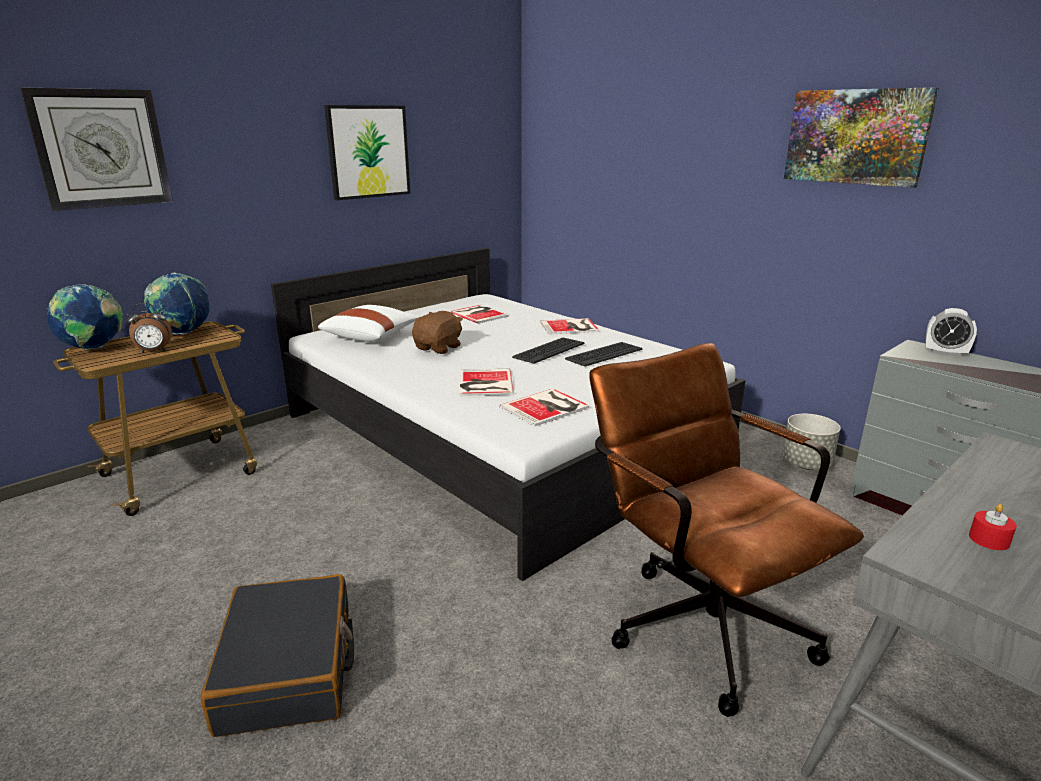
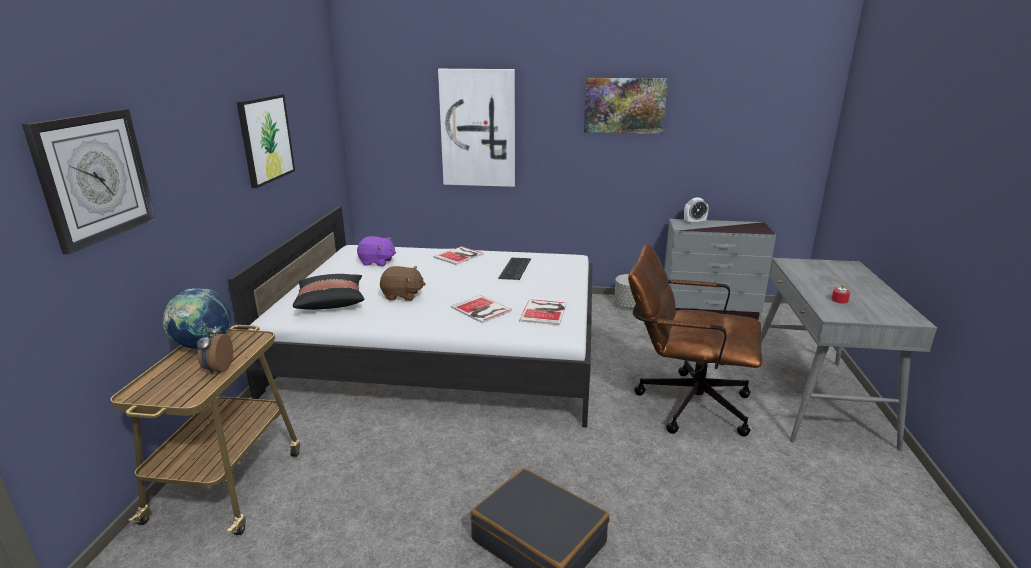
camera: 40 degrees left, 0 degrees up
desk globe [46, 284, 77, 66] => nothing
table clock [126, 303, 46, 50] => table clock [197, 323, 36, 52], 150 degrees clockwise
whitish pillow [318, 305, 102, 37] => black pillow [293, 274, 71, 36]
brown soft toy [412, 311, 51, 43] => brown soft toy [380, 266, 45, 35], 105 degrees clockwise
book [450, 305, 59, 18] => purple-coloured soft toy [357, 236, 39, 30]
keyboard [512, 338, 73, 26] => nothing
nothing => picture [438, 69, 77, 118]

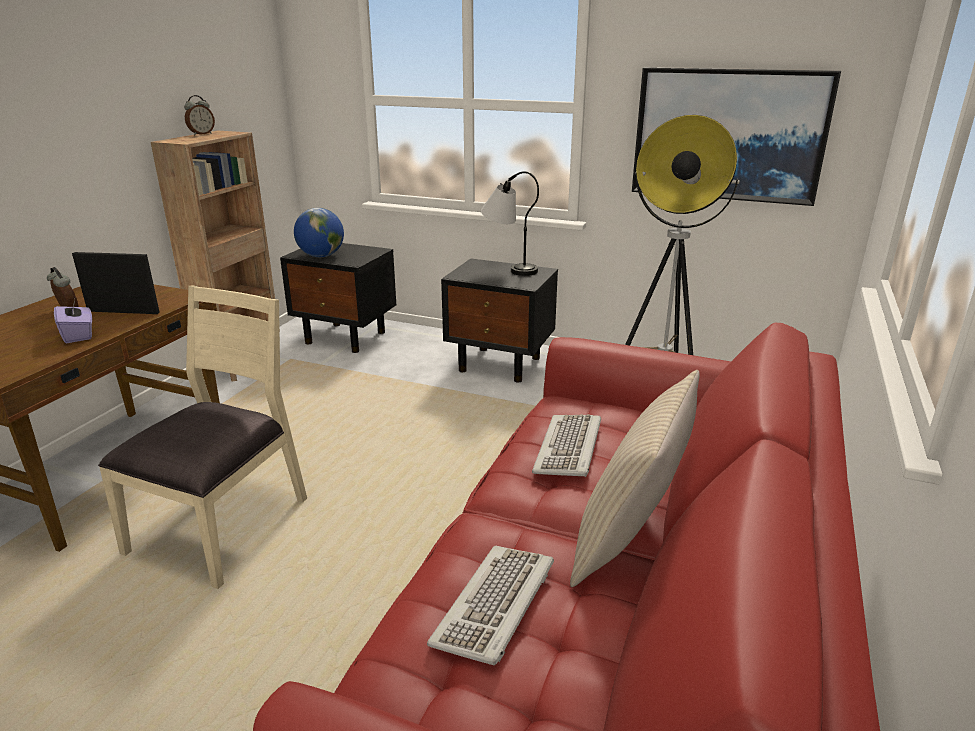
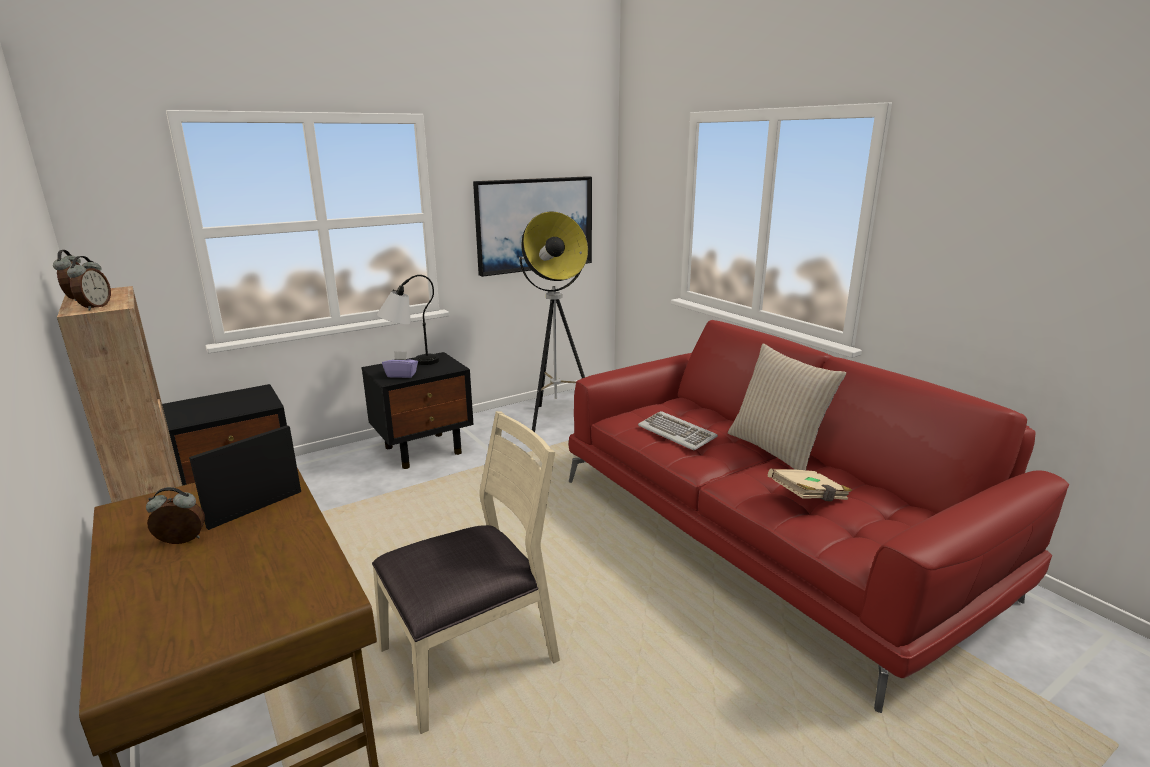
camera: 55 degrees left, 5 degrees down
purple-coloured tissue holder [54, 299, 38, 44] => purple-coloured tissue holder [382, 351, 36, 27], relocated
beige upright chair [98, 286, 209, 303] => beige upright chair [372, 411, 188, 323], 90 degrees clockwise
desk globe [294, 208, 50, 49] => nothing
keyboard [427, 546, 127, 120] => beige book [768, 468, 84, 33]
nothing => table clock [67, 256, 44, 55]

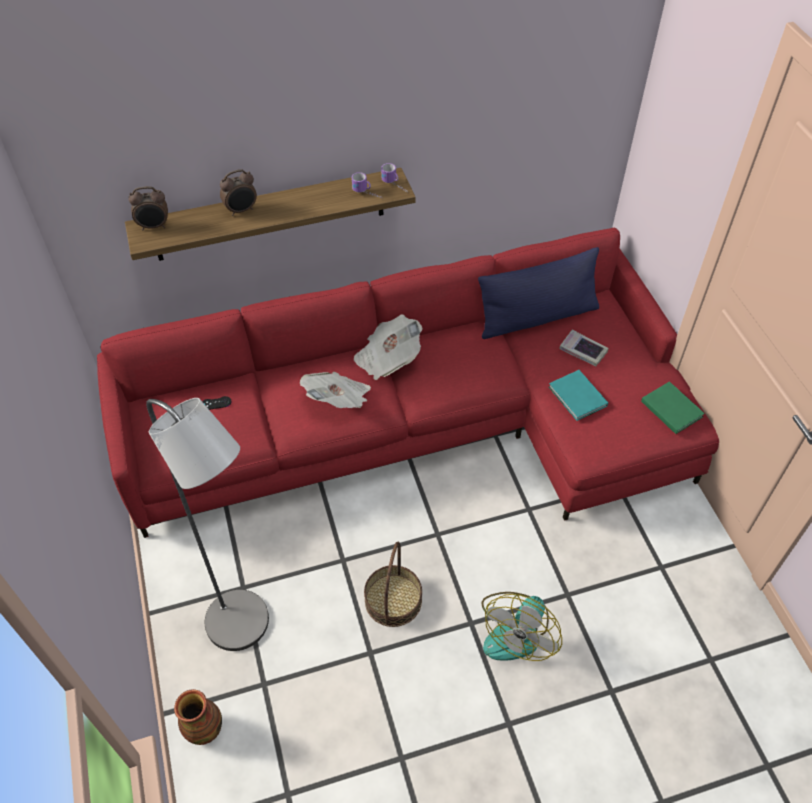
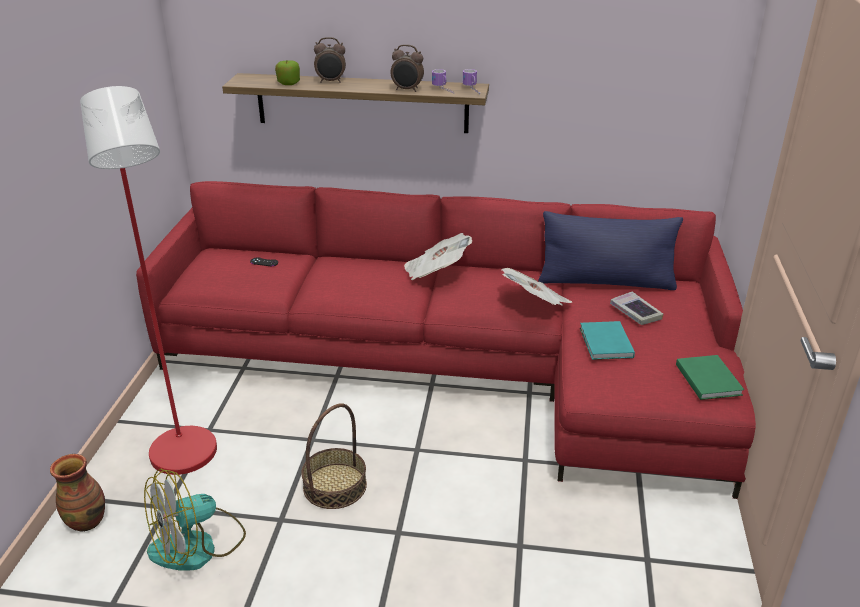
camera: 25 degrees right, 20 degrees down
table clock [129, 186, 39, 44] => table clock [391, 44, 33, 48], relocated
greyish standing lamp [146, 398, 123, 253] => reddish standing lamp [80, 86, 137, 389]
daily paper [300, 372, 71, 36] => daily paper [501, 268, 71, 38], relocated
electric fan [482, 592, 80, 69] => electric fan [144, 469, 102, 102], relocated
nothing => apple fruit [275, 60, 25, 25]

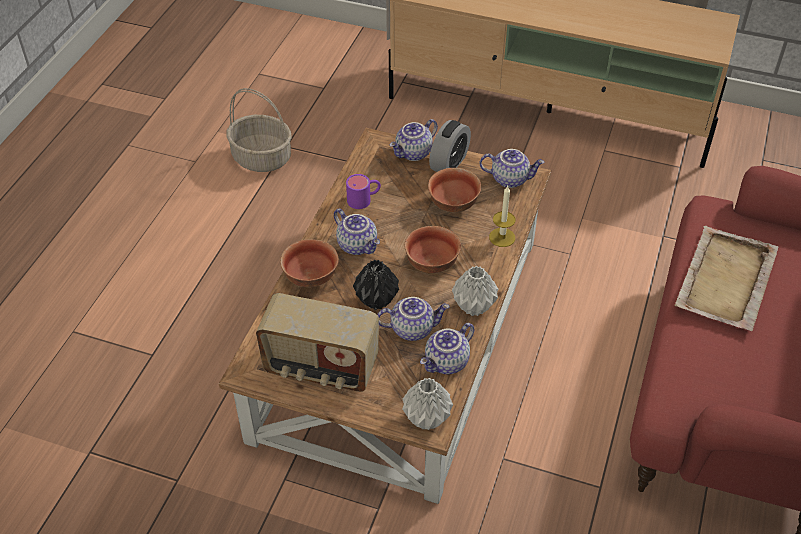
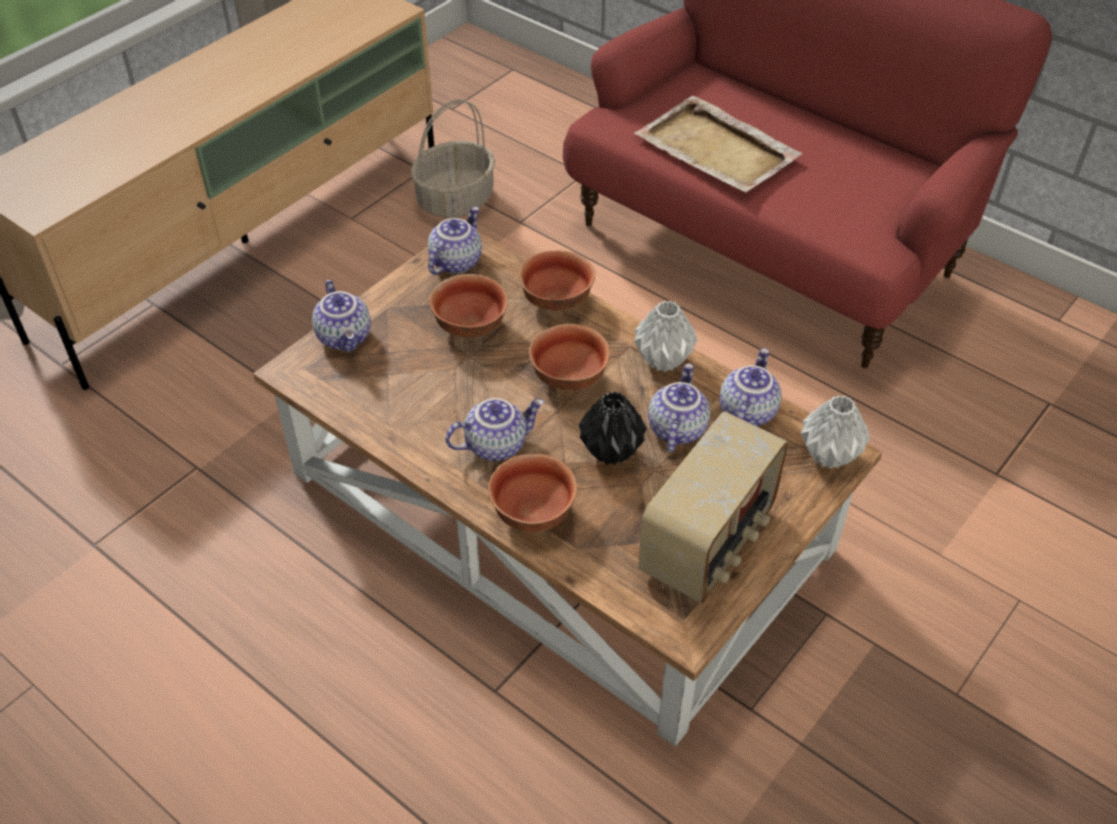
camera: 70 degrees left, 0 degrees up
household basket [226, 88, 65, 84] => household basket [410, 99, 85, 119], relocated
purple-coloured mug [346, 174, 35, 35] => nothing
tea pot [420, 323, 54, 51] => tea pot [720, 348, 61, 78], 135 degrees counterclockwise
table clock [429, 120, 42, 52] => nothing
wax light [489, 186, 26, 61] => deep dish [519, 250, 76, 61]

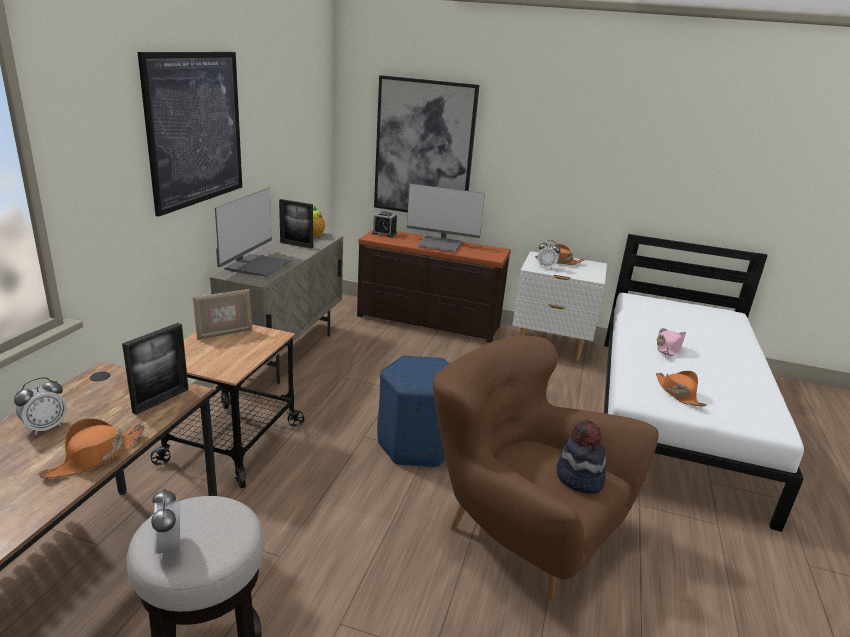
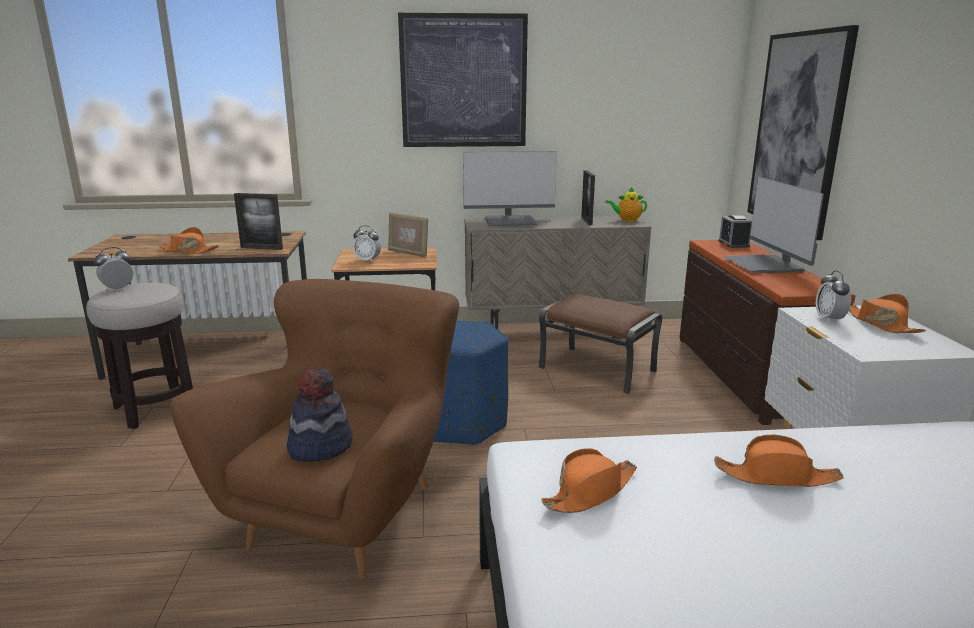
camera: 70 degrees right, 5 degrees down
table clock [14, 377, 53, 58] => table clock [353, 226, 28, 37], relocated
pink-coloured clothing hat [657, 328, 29, 28] => orange clothing hat [714, 435, 130, 52]
nothing => brown footrest [539, 294, 123, 100]

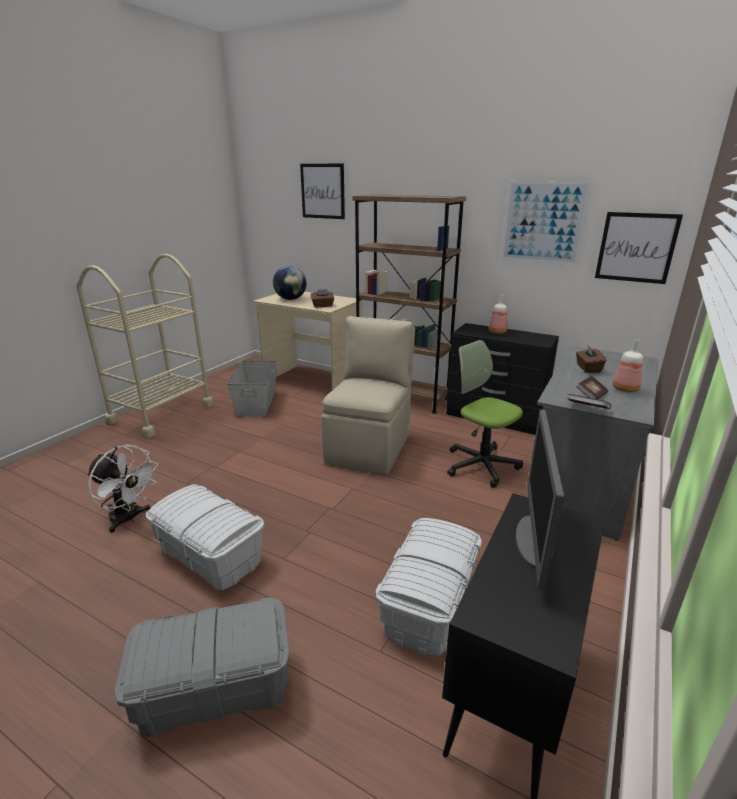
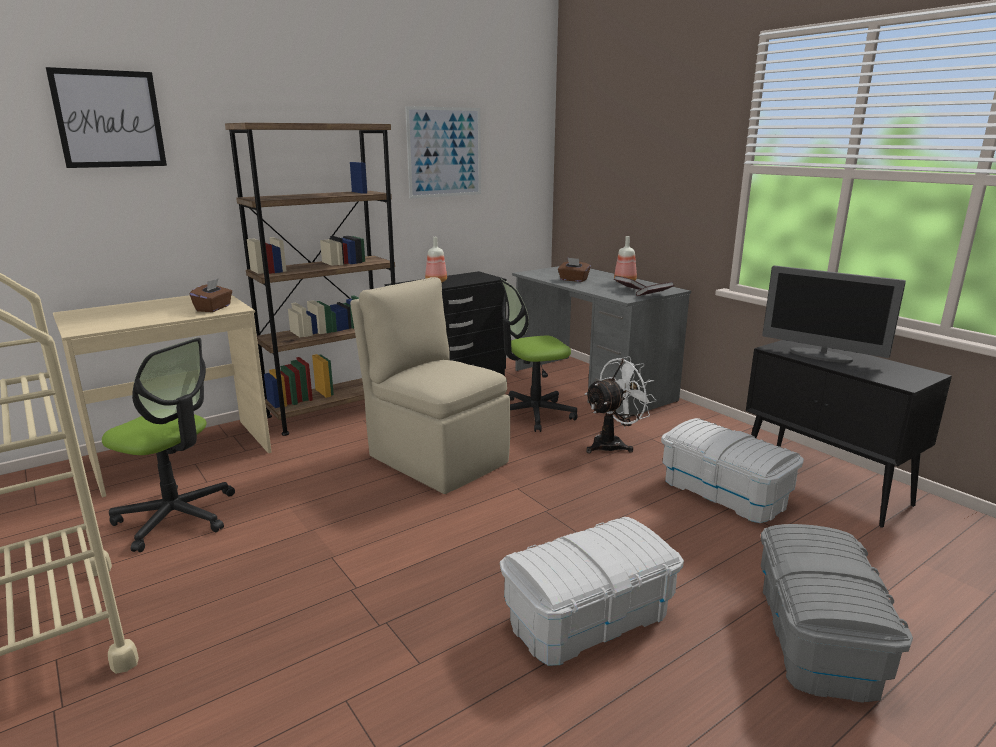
camera: 65 degrees left, 5 degrees down
whitish electric fan [87, 445, 71, 88] => whitish electric fan [584, 356, 73, 97], relocated
greyish storage container [227, 361, 50, 56] => desk chair [102, 338, 133, 214]
desk globe [273, 266, 33, 34] => nothing
picture [595, 212, 88, 72] => nothing

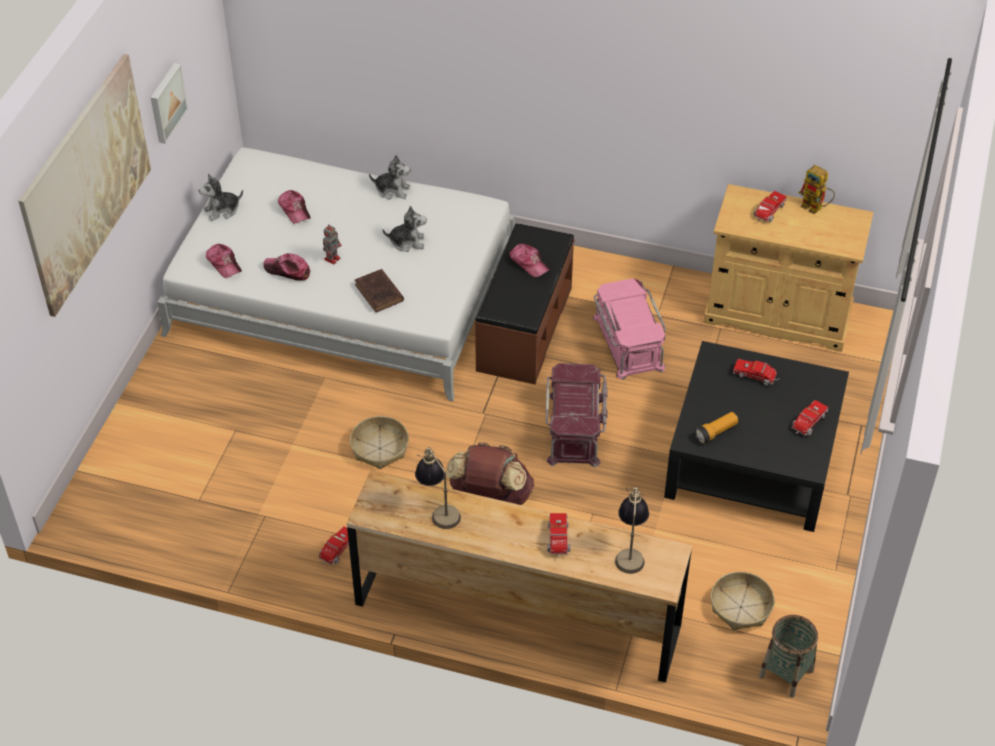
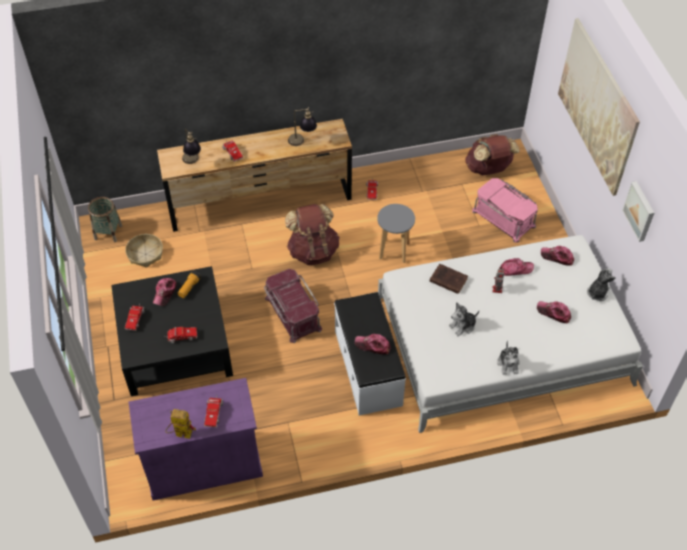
camera: 150 degrees right, 5 degrees up
household basket [350, 416, 59, 53] => greyish stool seat [377, 204, 38, 59]
soft toy [369, 155, 42, 45] => soft toy [497, 341, 23, 34], 75 degrees counterclockwise
brown indoor bench [475, 223, 100, 161] => whitish indoor bench [334, 292, 72, 123]
pink-coloured storage container [592, 278, 74, 102] => pink-coloured storage container [472, 178, 66, 65], relocated
beige cupboard [704, 184, 170, 168] => purple-coloured cupboard [129, 378, 134, 122]
nothing => peaked cap [153, 278, 23, 28]
nothing => brown backpack [465, 134, 55, 41]

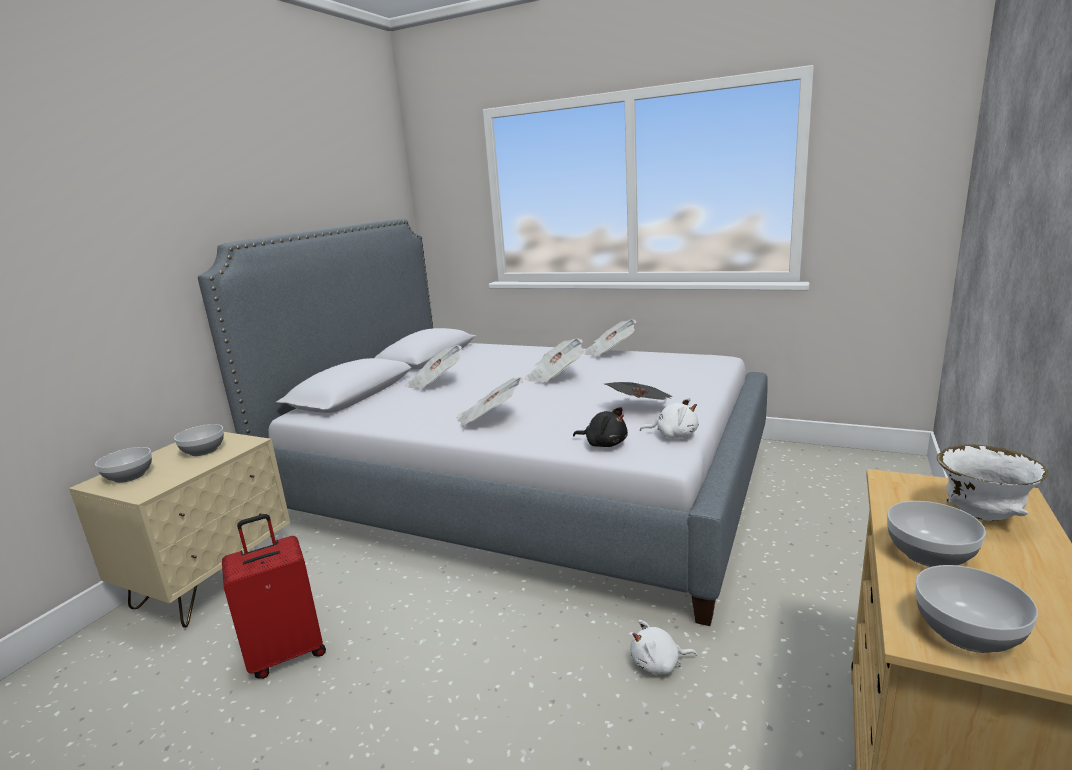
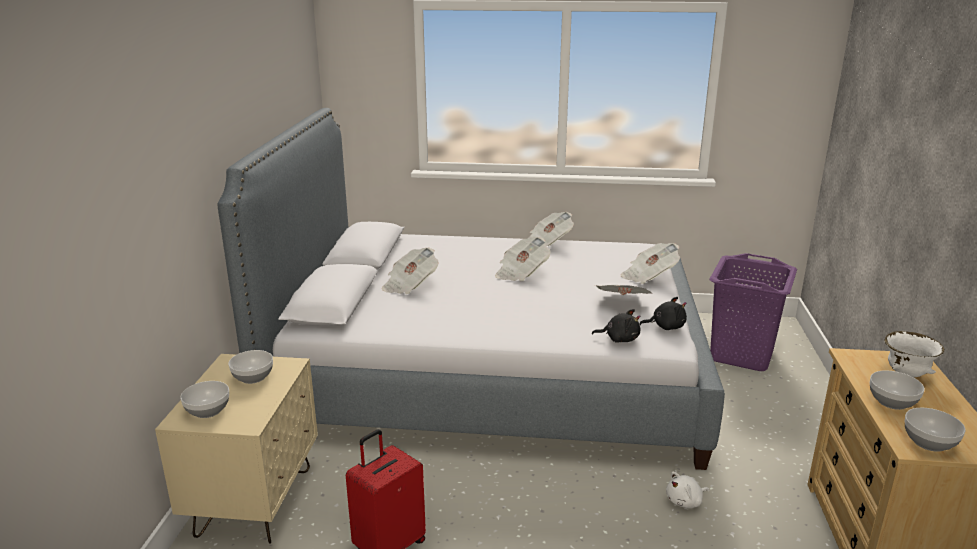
camera: 20 degrees left, 5 degrees up
daily paper [456, 377, 67, 50] => daily paper [621, 243, 59, 41], relocated
whitish soft toy [640, 398, 59, 40] => black soft toy [639, 297, 48, 33]
nothing => purple-coloured washing basket [709, 253, 88, 118]

